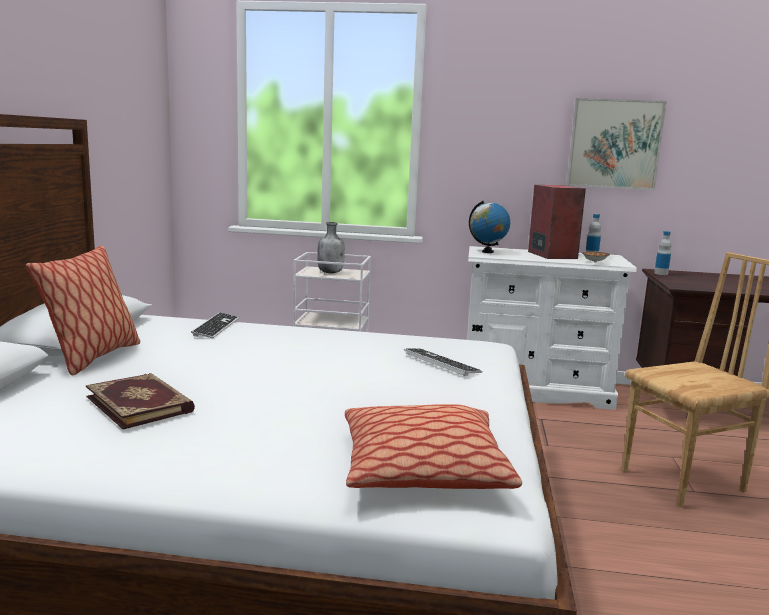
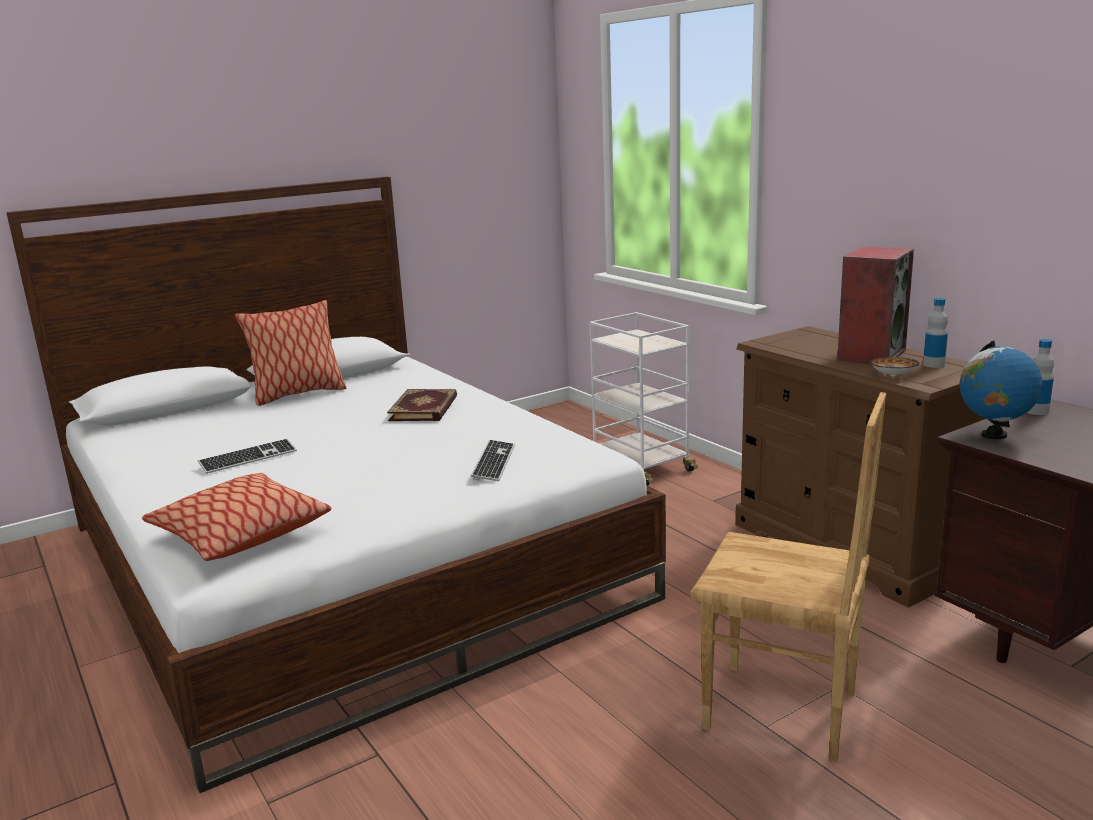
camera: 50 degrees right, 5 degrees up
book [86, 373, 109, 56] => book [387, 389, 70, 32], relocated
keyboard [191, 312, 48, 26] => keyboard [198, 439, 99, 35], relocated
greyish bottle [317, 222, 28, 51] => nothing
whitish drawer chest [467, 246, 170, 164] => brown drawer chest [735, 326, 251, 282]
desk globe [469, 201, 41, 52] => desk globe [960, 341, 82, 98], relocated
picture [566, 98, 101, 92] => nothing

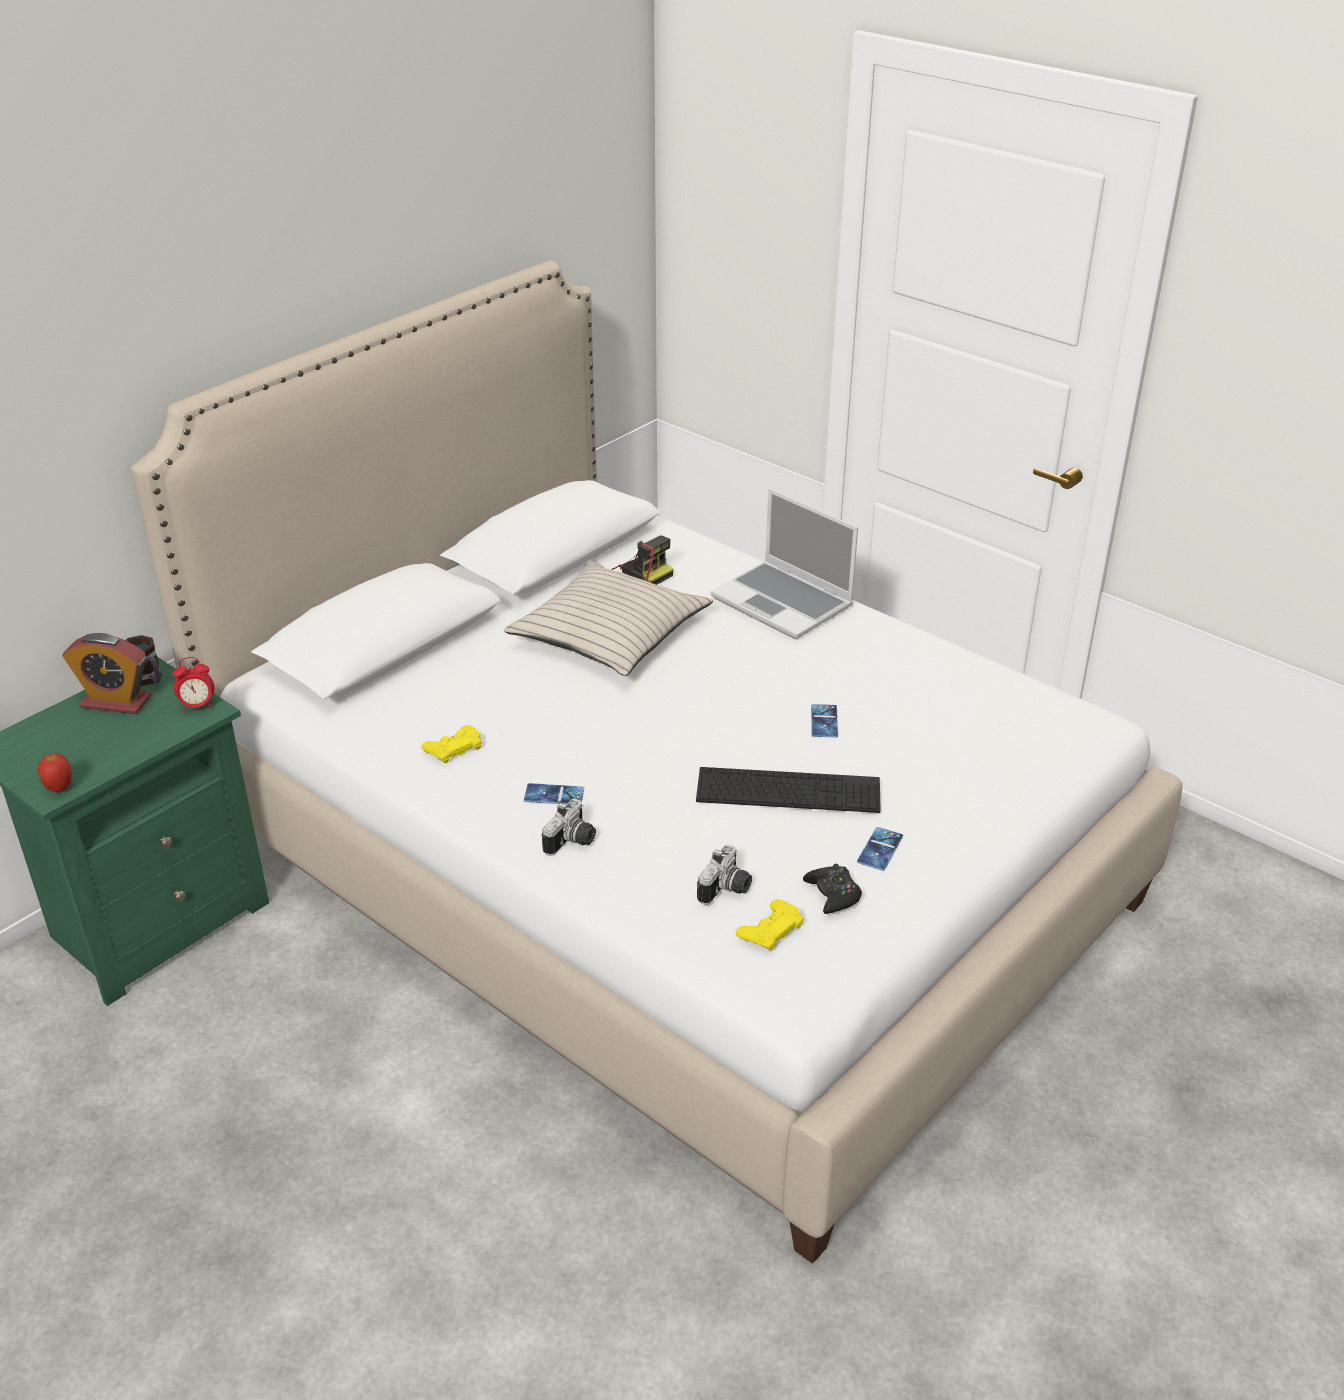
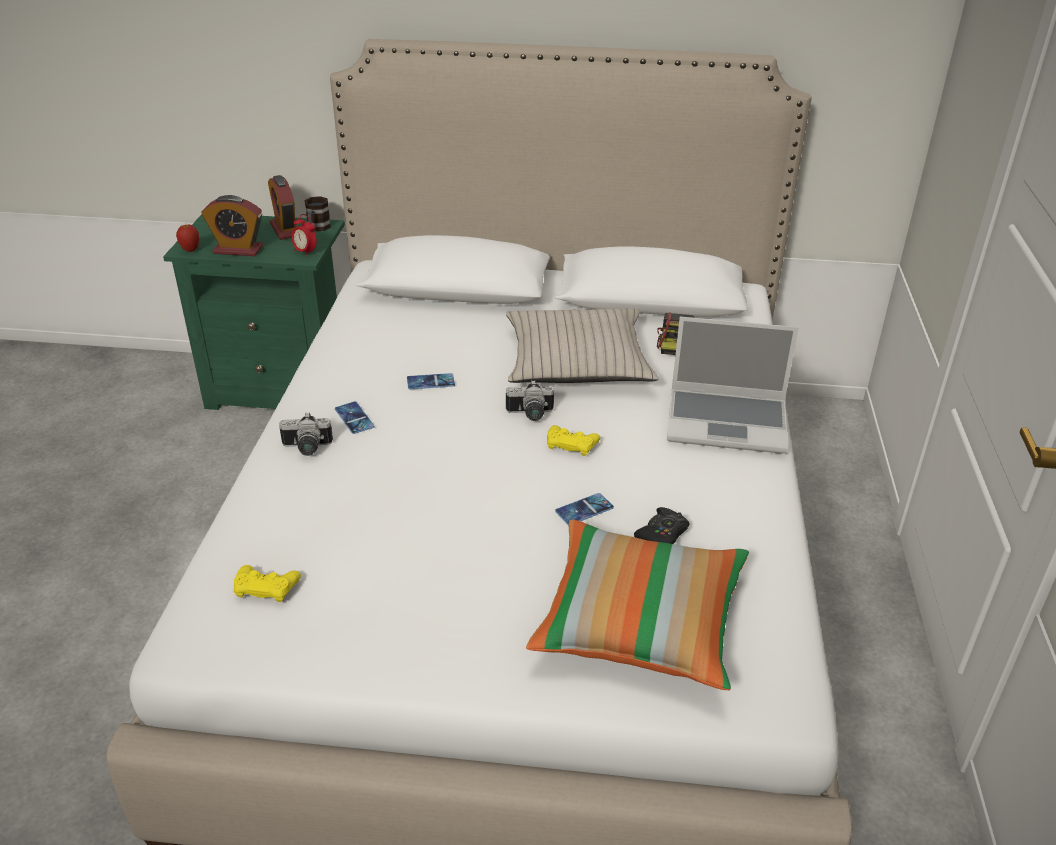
camera: 55 degrees right, 0 degrees up
yellow-coloured game controller [421, 725, 61, 38] => yellow-coloured game controller [547, 425, 53, 31], relocated
keyboard [696, 767, 185, 46] => nothing
still camera [697, 844, 55, 61] => still camera [506, 380, 48, 41], relocated
laptop [711, 488, 147, 151] => laptop [667, 317, 132, 137], 90 degrees counterclockwise
black game controller [803, 864, 59, 50] => black game controller [634, 507, 55, 37], relocated
telephone [857, 827, 46, 44] => telephone [407, 373, 48, 16], relocated
nothing => table clock [201, 195, 62, 61]
nothing => pillow [526, 520, 223, 170]

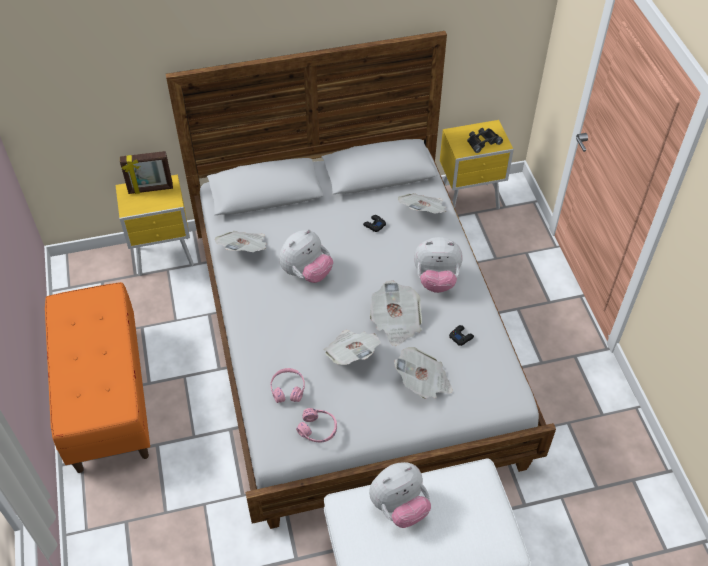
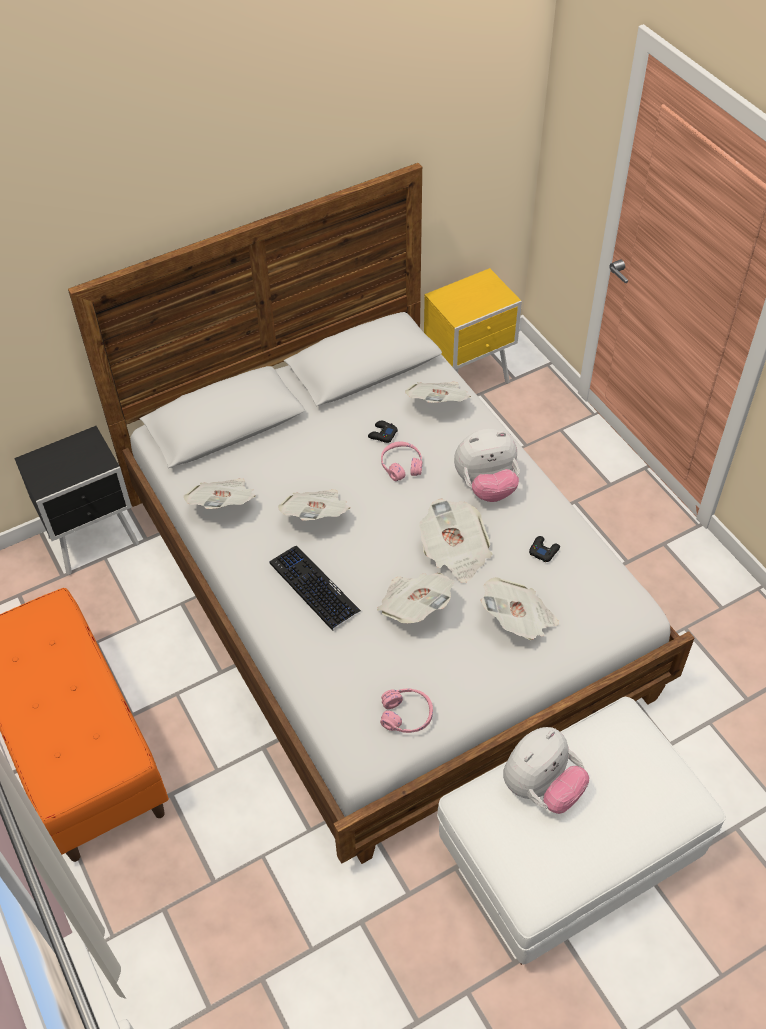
camera: 15 degrees left, 0 degrees up
yellow-coloured nightstand [116, 174, 78, 102] => black nightstand [14, 426, 125, 149]
standing frame [120, 151, 53, 43] => nothing
pink-coloured headphones [271, 368, 34, 35] => pink-coloured headphones [381, 441, 41, 40], relocated
soft toy [279, 229, 54, 54] => daily paper [278, 489, 72, 31]
black field glasses [467, 128, 36, 25] => nothing
nothing => keyboard [270, 546, 91, 85]

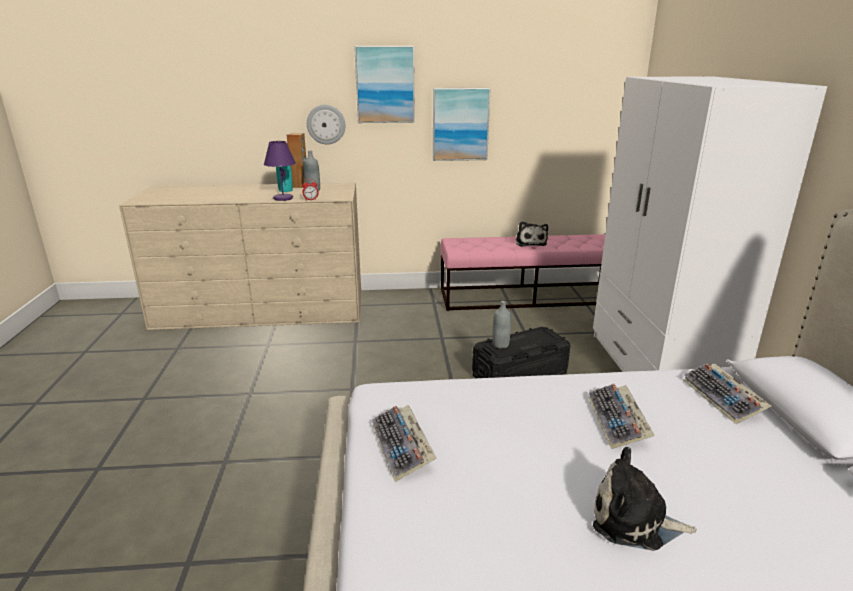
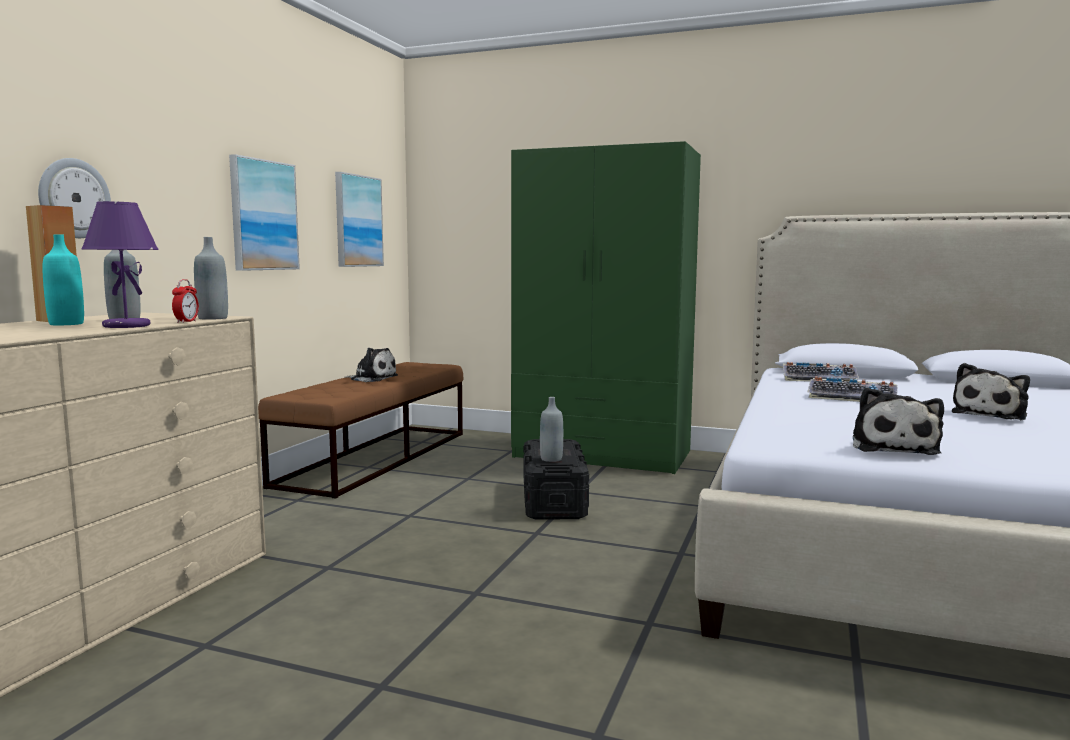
camera: 65 degrees left, 15 degrees down
picture [354, 46, 61, 77] => picture [335, 172, 49, 95], relocated
keyboard [372, 405, 64, 77] => soft toy [853, 387, 91, 68]
pink-coloured indoor bench [440, 234, 165, 77] => brown indoor bench [258, 362, 205, 137]
whitish wardrobe [593, 76, 234, 296] => green-coloured wardrobe [511, 141, 190, 333]
nothing => greyish bottle [194, 237, 34, 83]

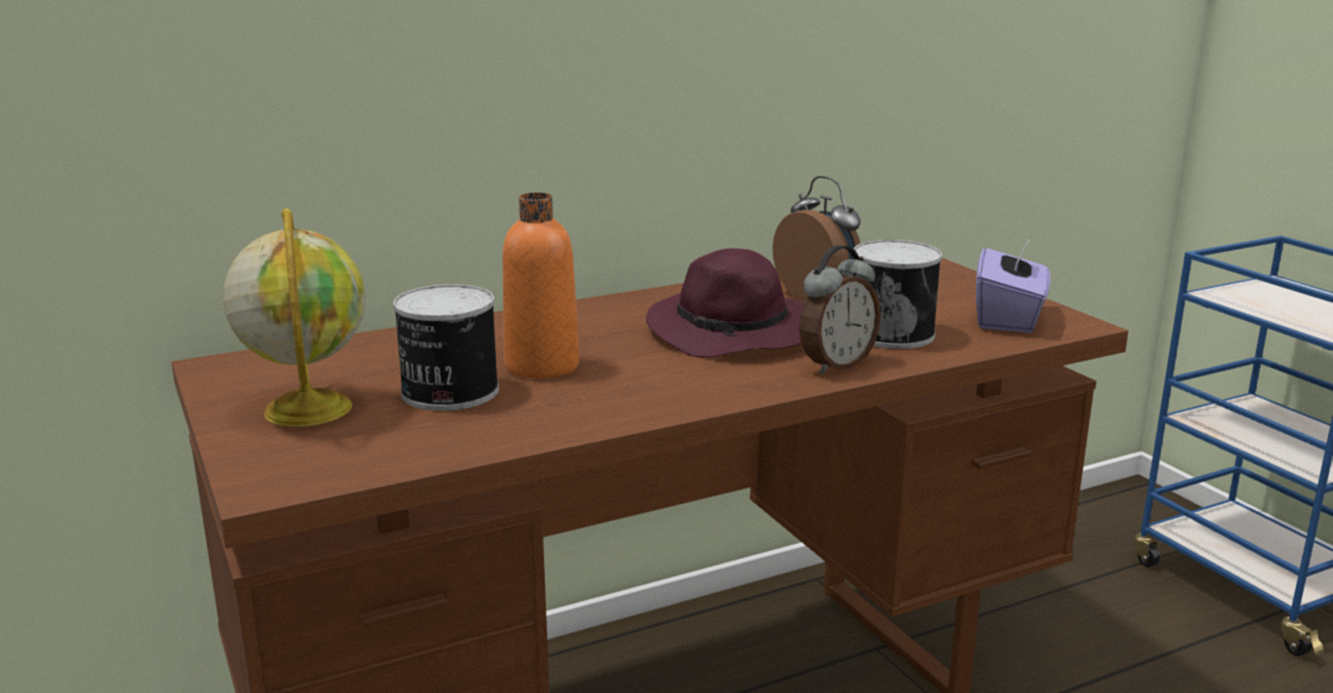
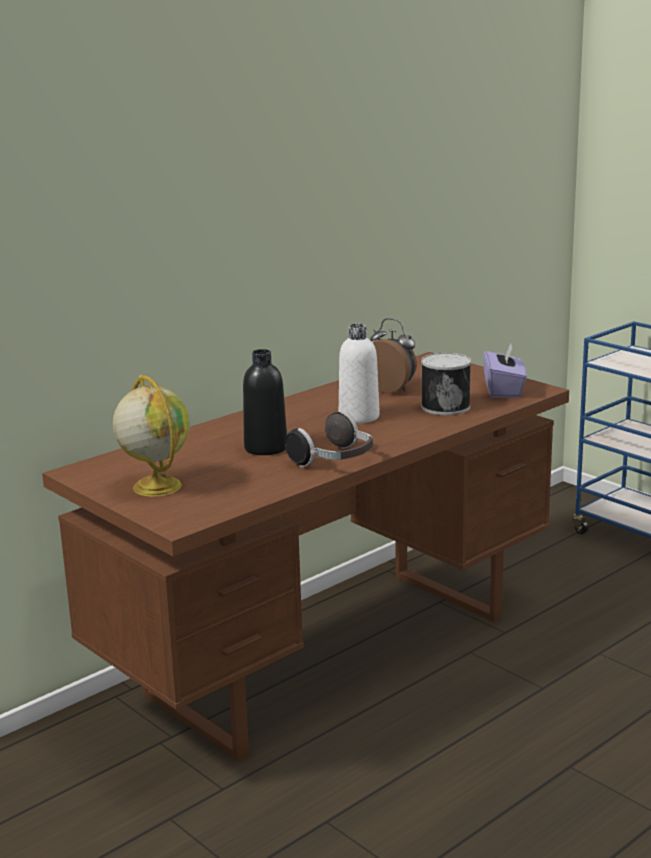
camera: 15 degrees left, 0 degrees up
can [393, 284, 106, 127] => nothing
orange bottle [502, 192, 78, 187] => black bottle [243, 349, 44, 106]
purple-coloured clothing hat [646, 248, 158, 109] => whitish bottle [339, 323, 40, 100]
table clock [799, 245, 82, 129] => nothing
nothing => headphones [285, 411, 88, 56]

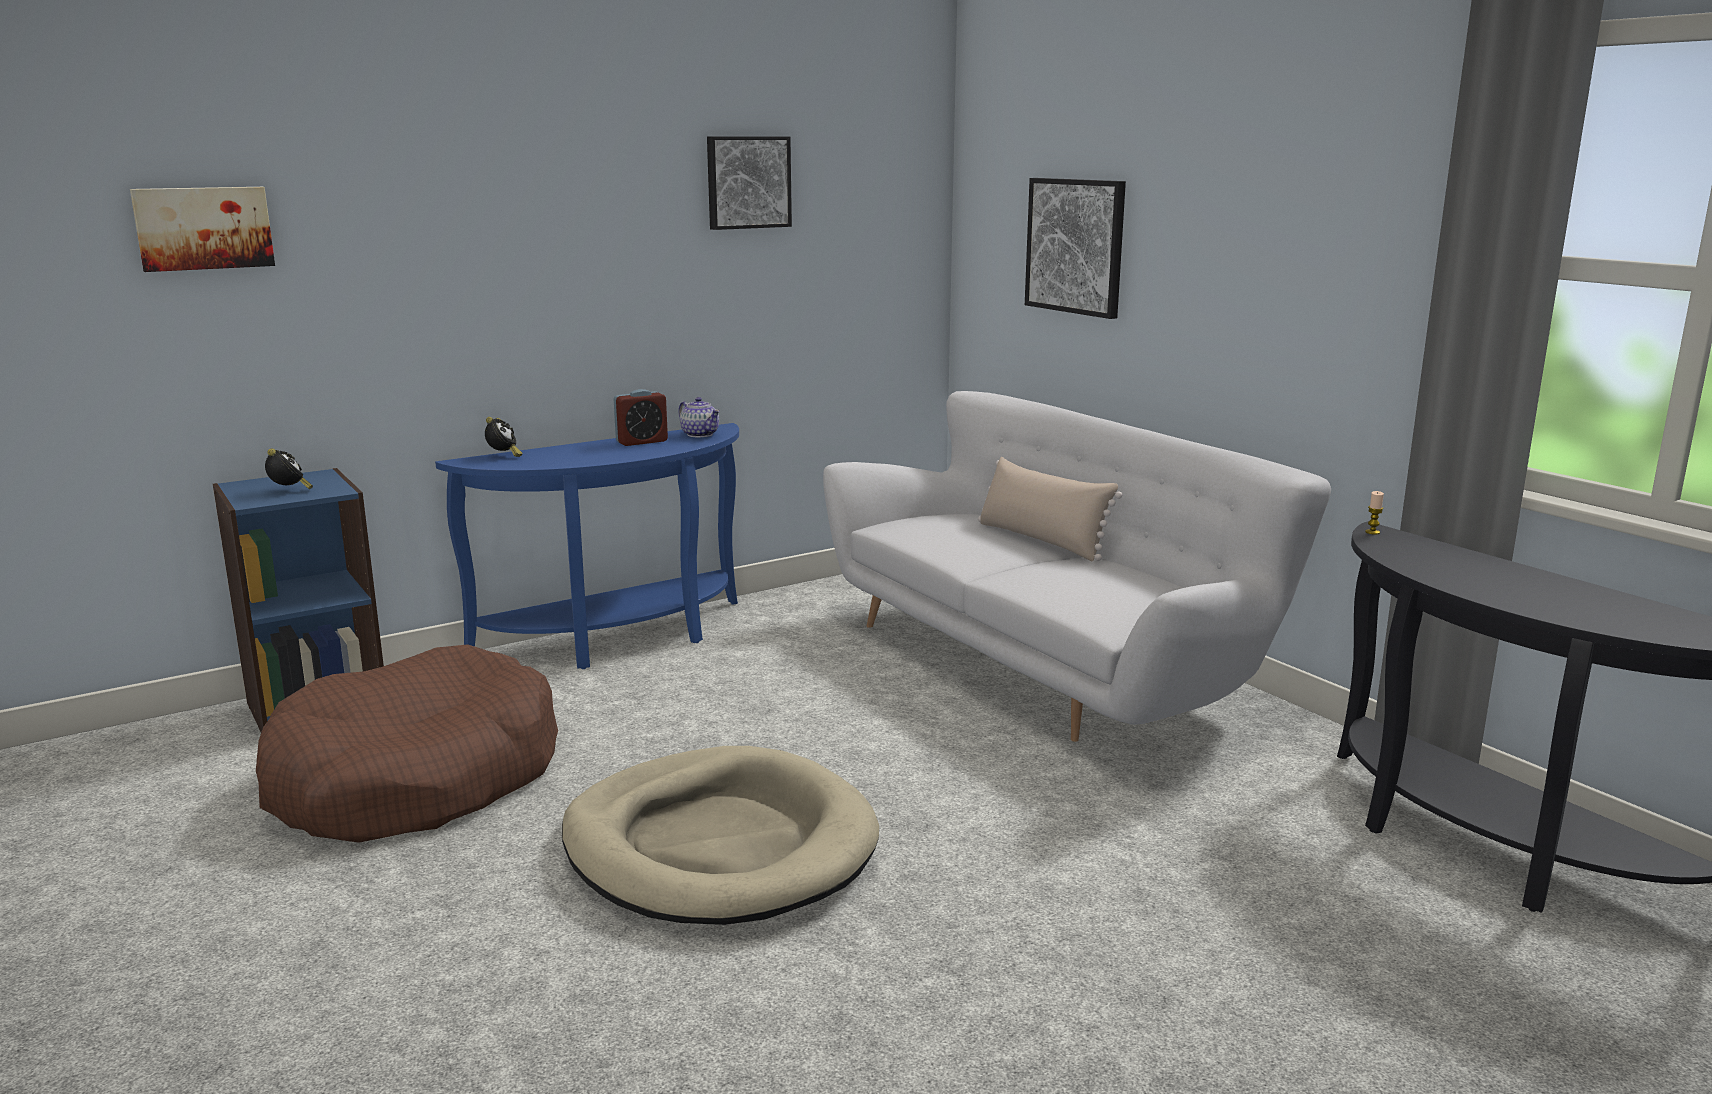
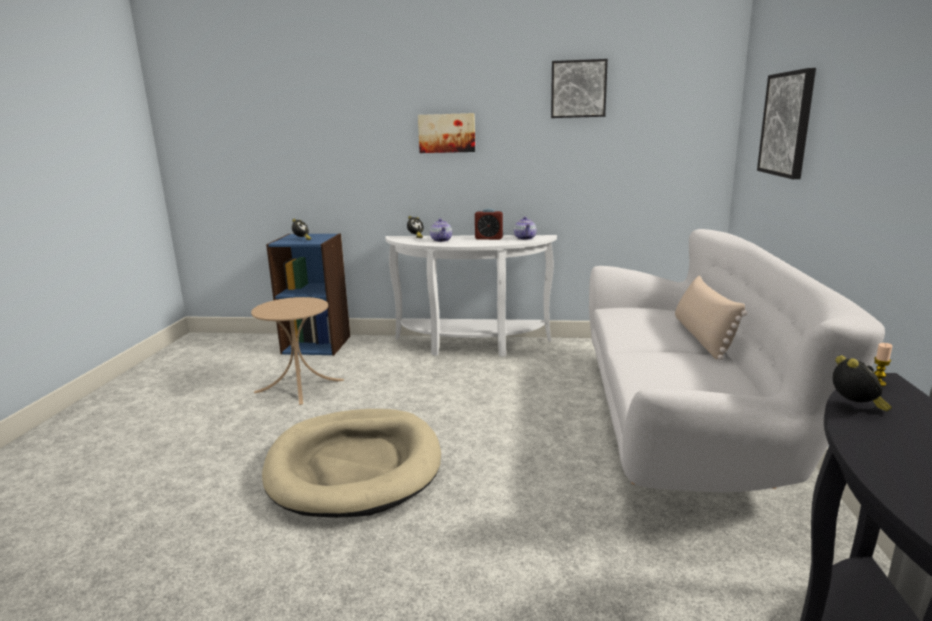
camera: 40 degrees right, 0 degrees up
picture [130, 187, 145, 85] => picture [418, 113, 57, 40], relocated
brown dog bed [256, 644, 302, 199] => beige side table [251, 297, 93, 108]
bluish hall table [435, 423, 304, 246] => whitish hall table [385, 235, 172, 122]
nothing => tea pot [430, 219, 22, 23]
nothing => table clock [833, 356, 59, 55]

